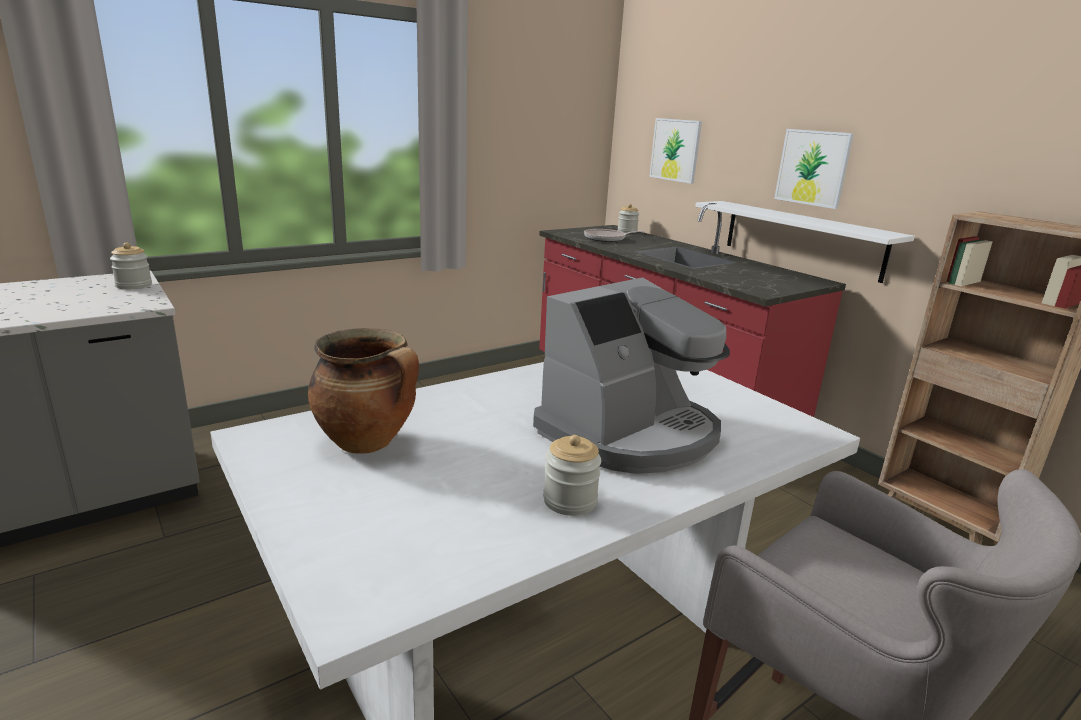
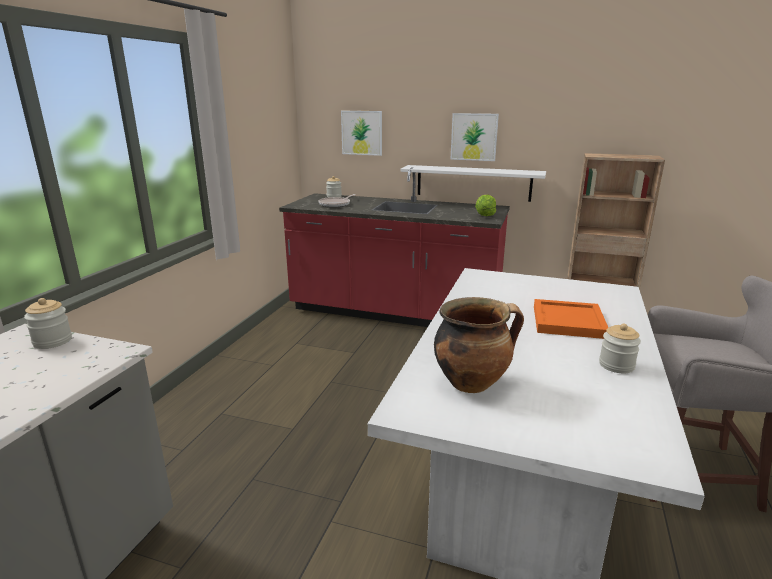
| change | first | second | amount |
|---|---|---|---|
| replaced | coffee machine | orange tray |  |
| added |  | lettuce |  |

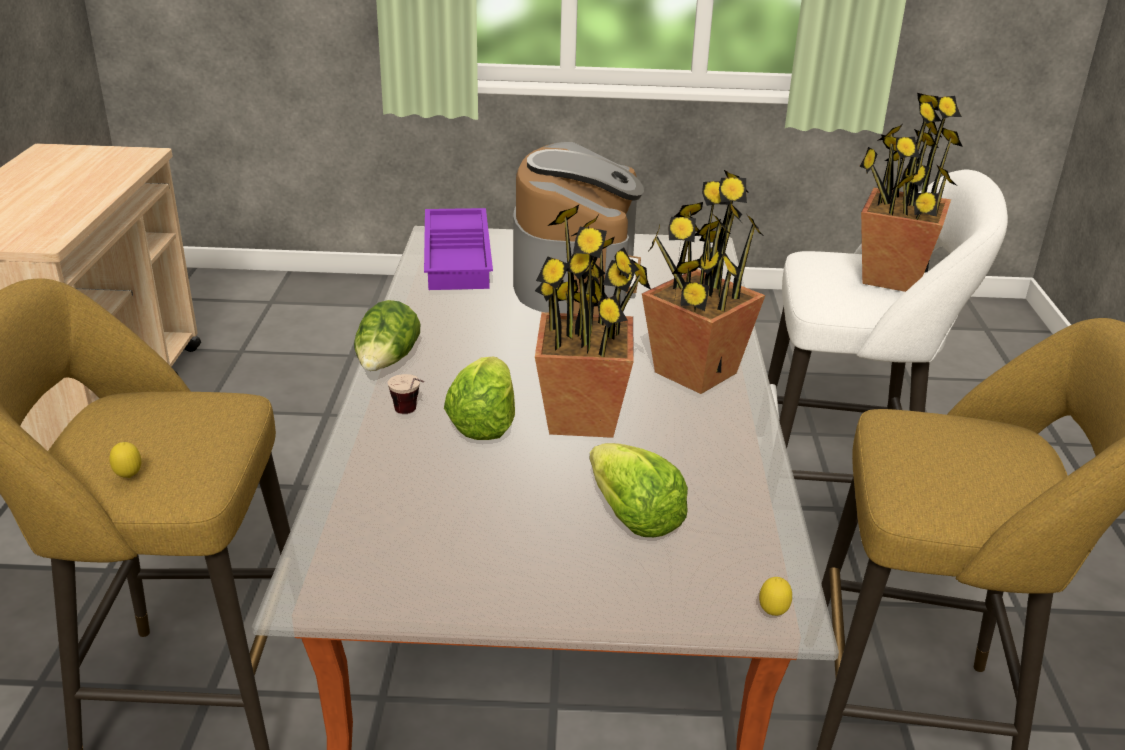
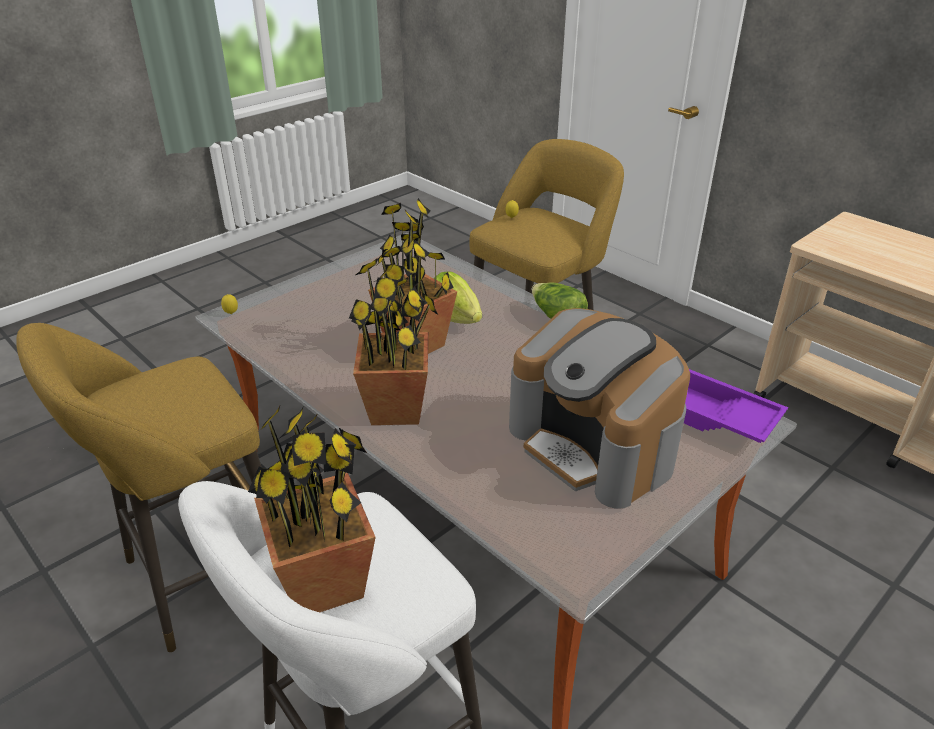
| change | first | second | amount |
|---|---|---|---|
| removed | cup |  |  |
| removed | lettuce (3rd from left) |  |  |

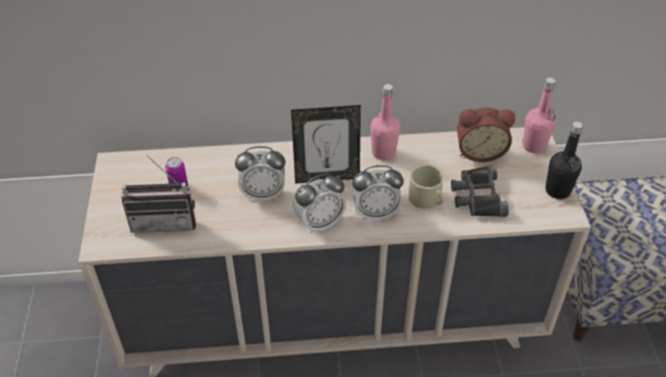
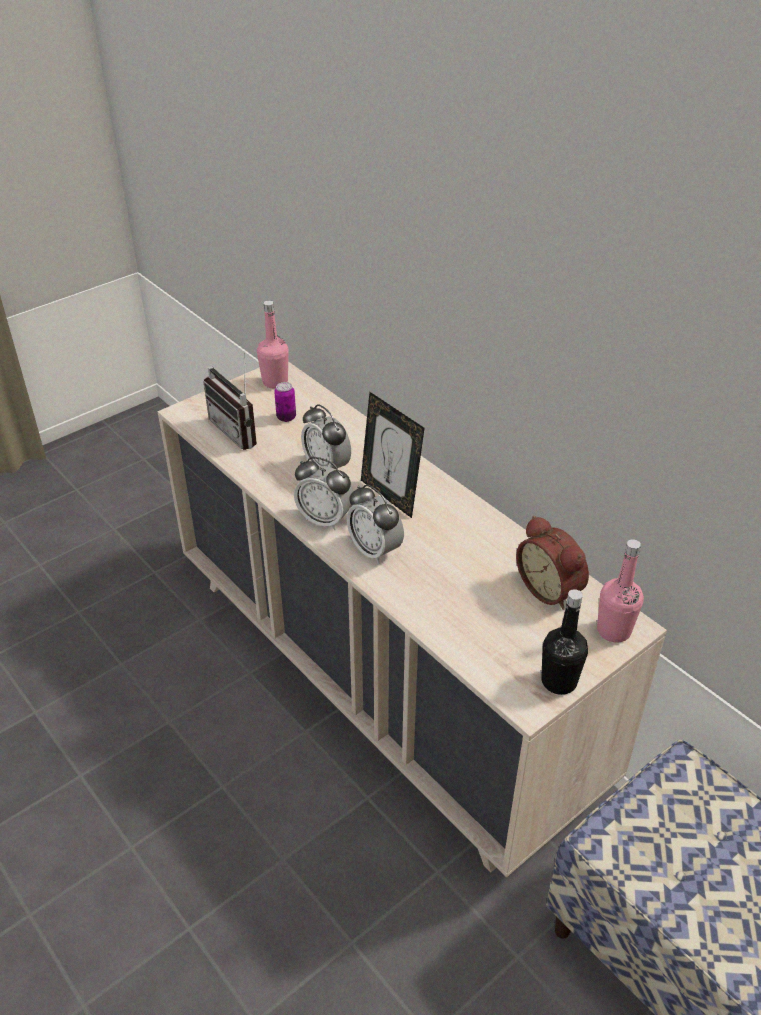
| change | first | second | amount |
|---|---|---|---|
| moved | pink bottle (1st from left) |  |  |
| removed | beige mug |  |  |
| removed | black binoculars |  |  |

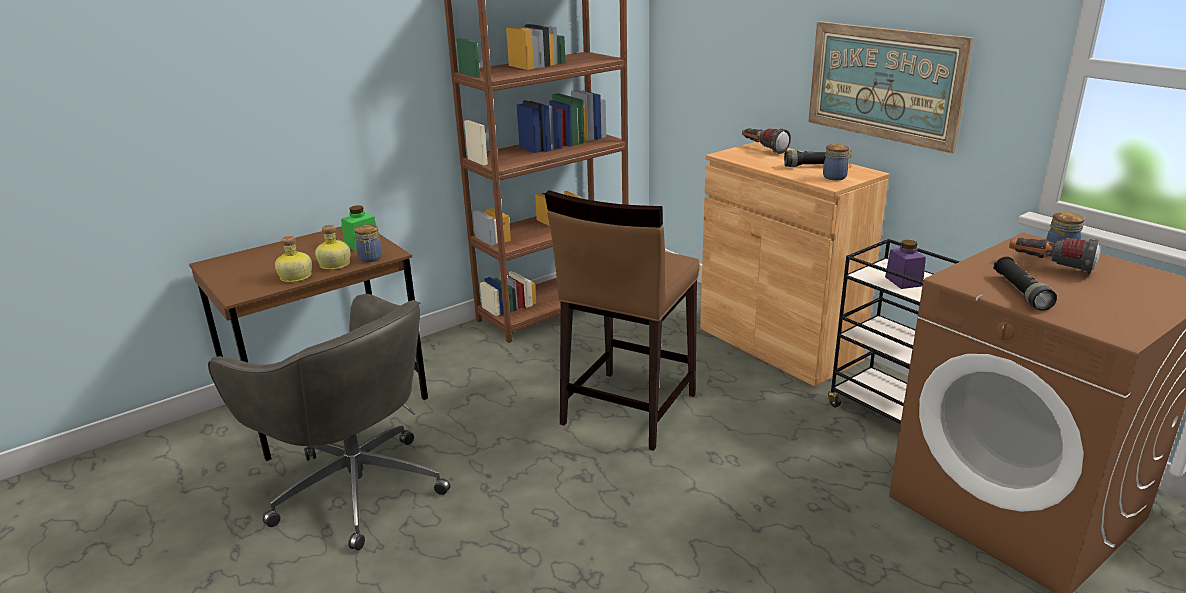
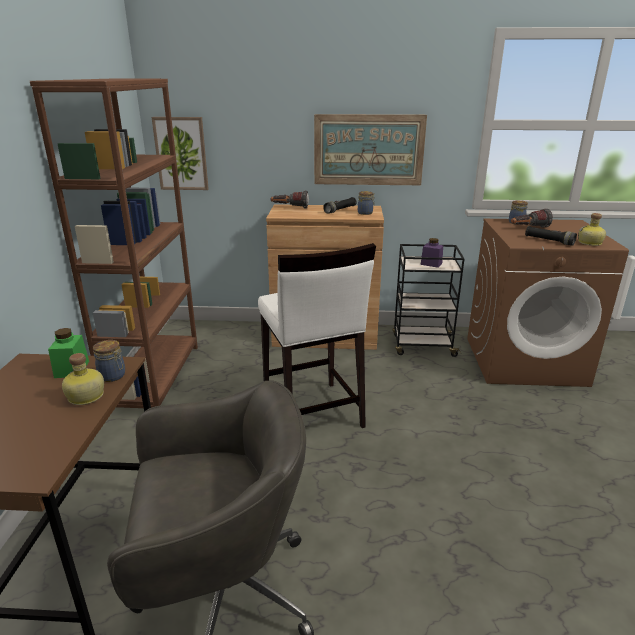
| change | first | second | amount |
|---|---|---|---|
| recoloured | brown stool | white stool |  |
| moved | bottle (1st from left in the first image) | bottle (2nd from left) |  |
| added |  | picture (1st from left) |  |

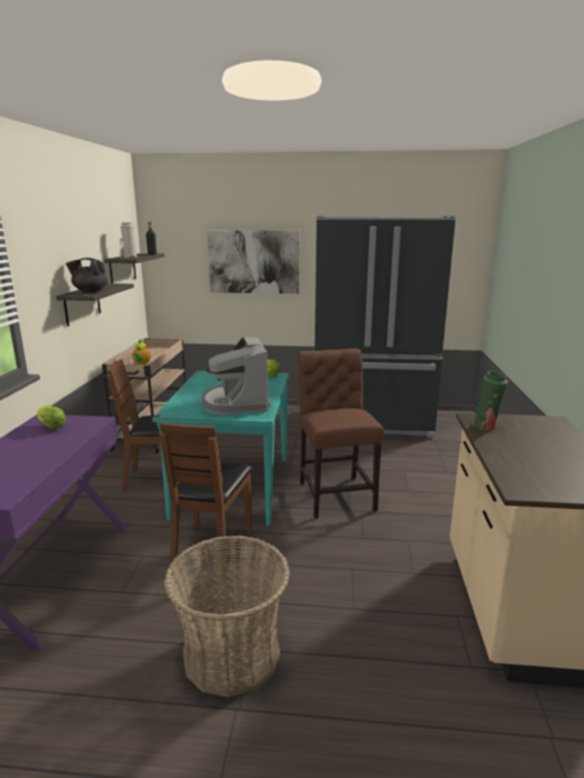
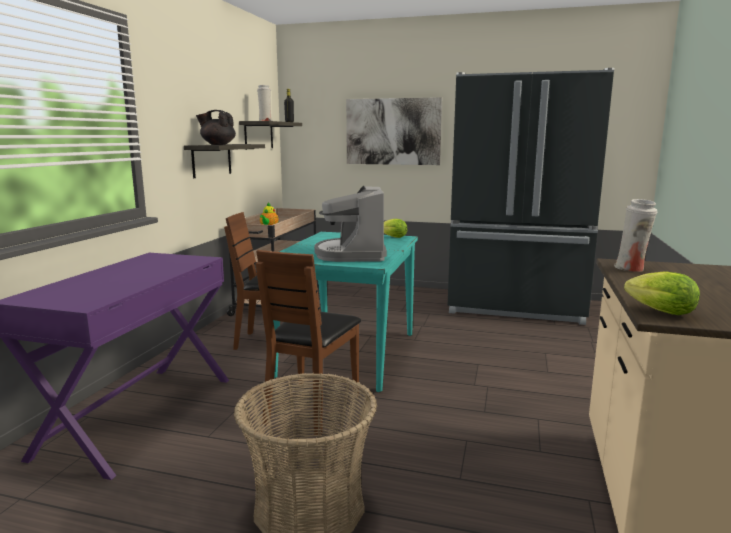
| change | first | second | amount |
|---|---|---|---|
| removed | brown chair (3rd from left) |  |  |
| recoloured | green vase | white vase (2nd from left) |  |
| moved | lettuce (1st from left in the first image) | lettuce (2nd from left) |  |

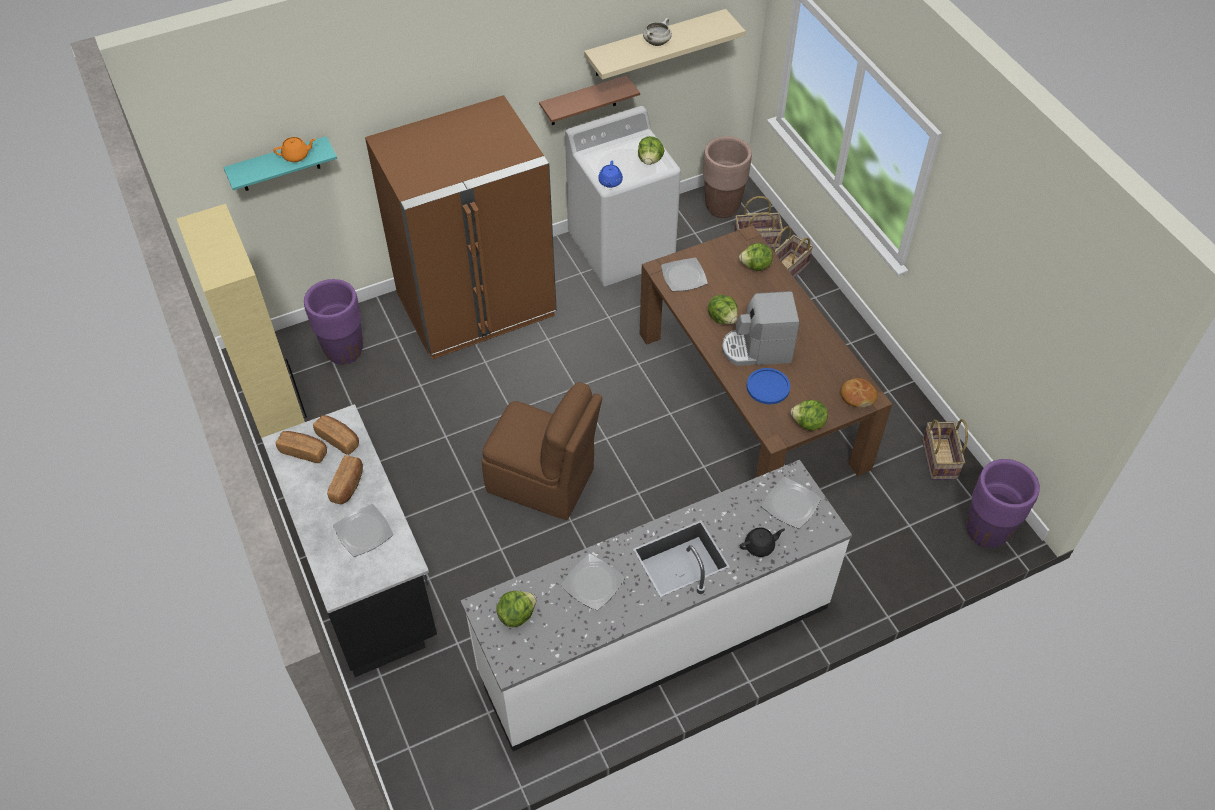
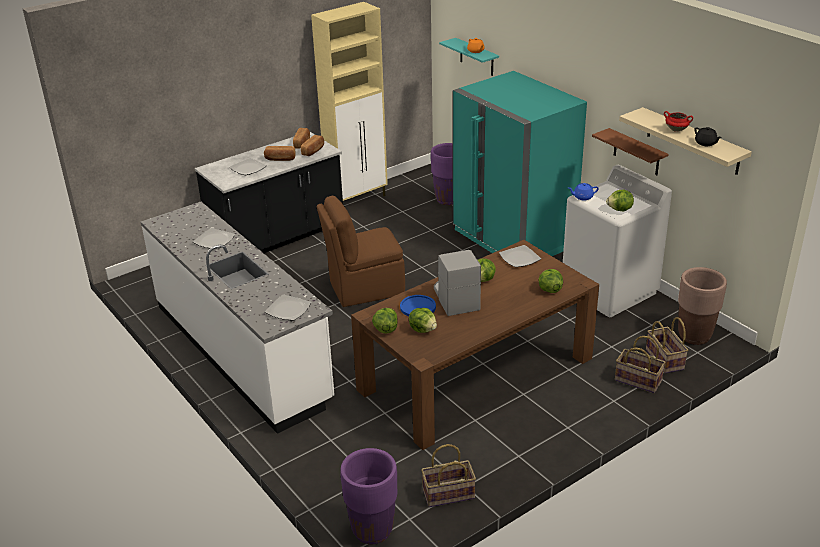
| change | first | second | amount |
|---|---|---|---|
| recoloured | white cooking pot | red cooking pot |  |
| recoloured | brown fridge | turquoise fridge |  |
| removed | bread (4th from left) |  |  |
| turned | brown chair |  | 60 degrees clockwise |
| moved | black teapot |  |  |
| moved | lettuce (1st from left in the first image) | lettuce (2nd from left) |  |

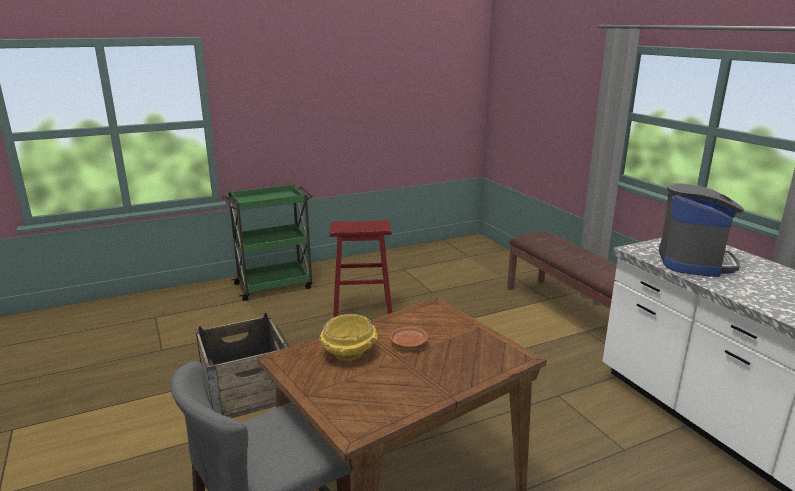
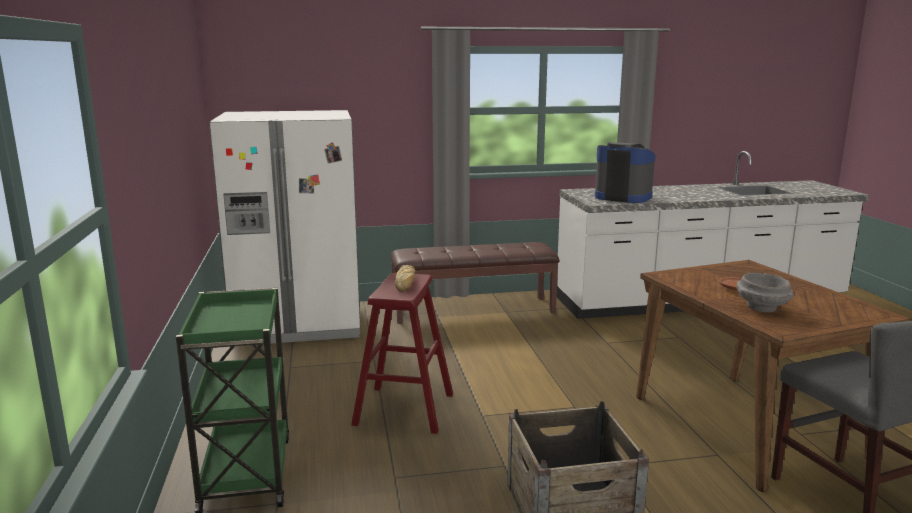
| change | first | second | amount |
|---|---|---|---|
| recoloured | yellow bowl | grey bowl |  |
| added |  | white fridge |  |
| added |  | bread |  |

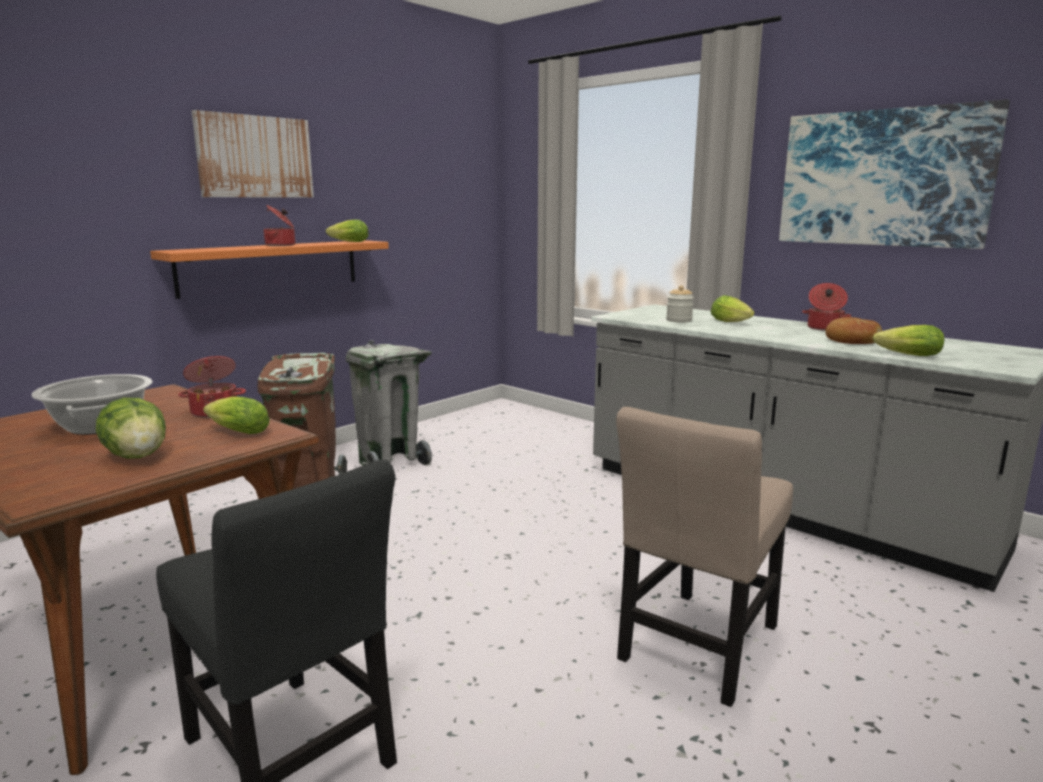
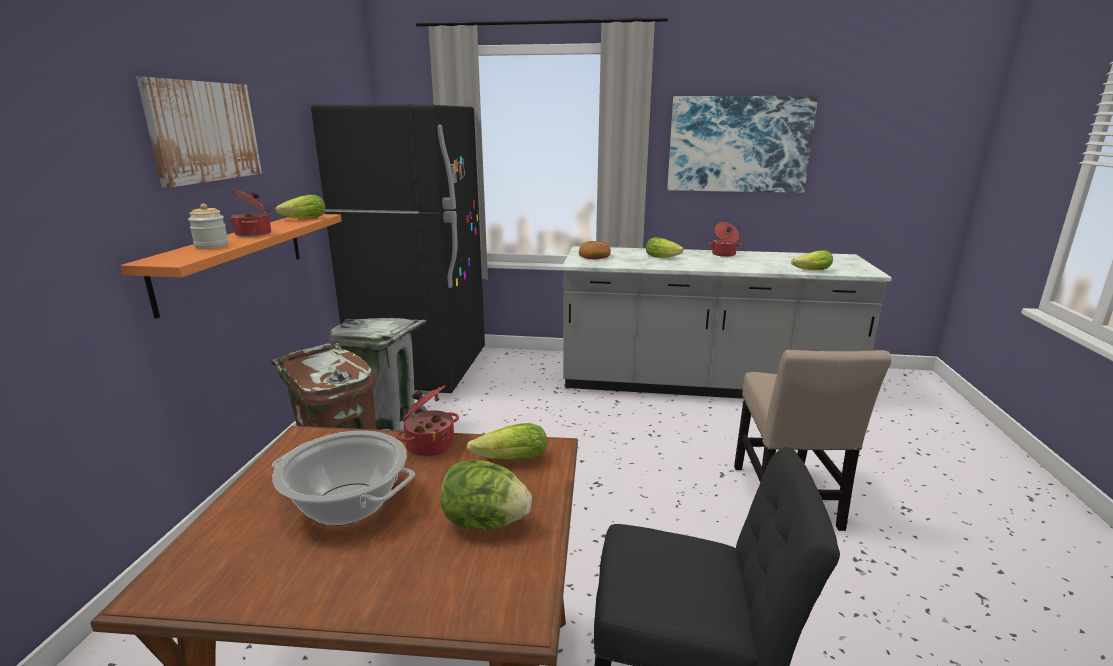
| change | first | second | amount |
|---|---|---|---|
| moved | jar |  |  |
| moved | bread |  |  |
| added |  | black fridge |  |

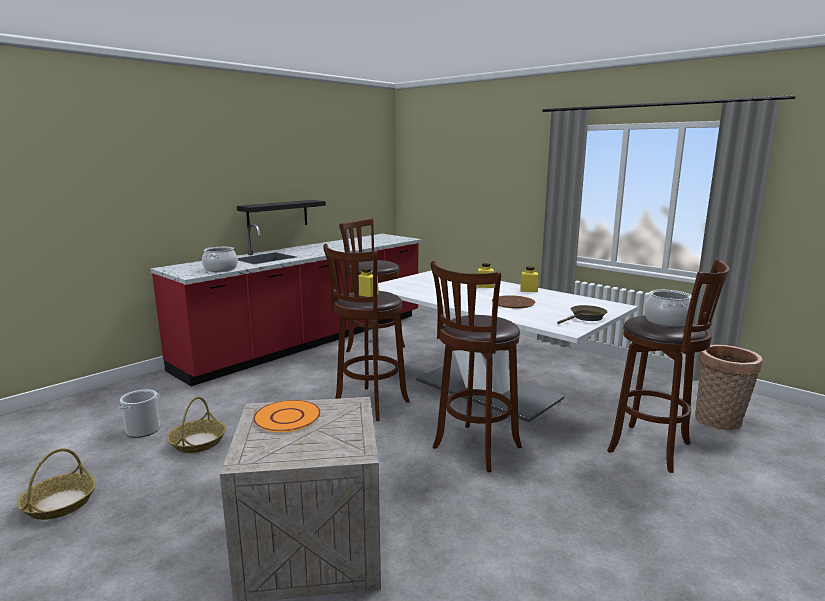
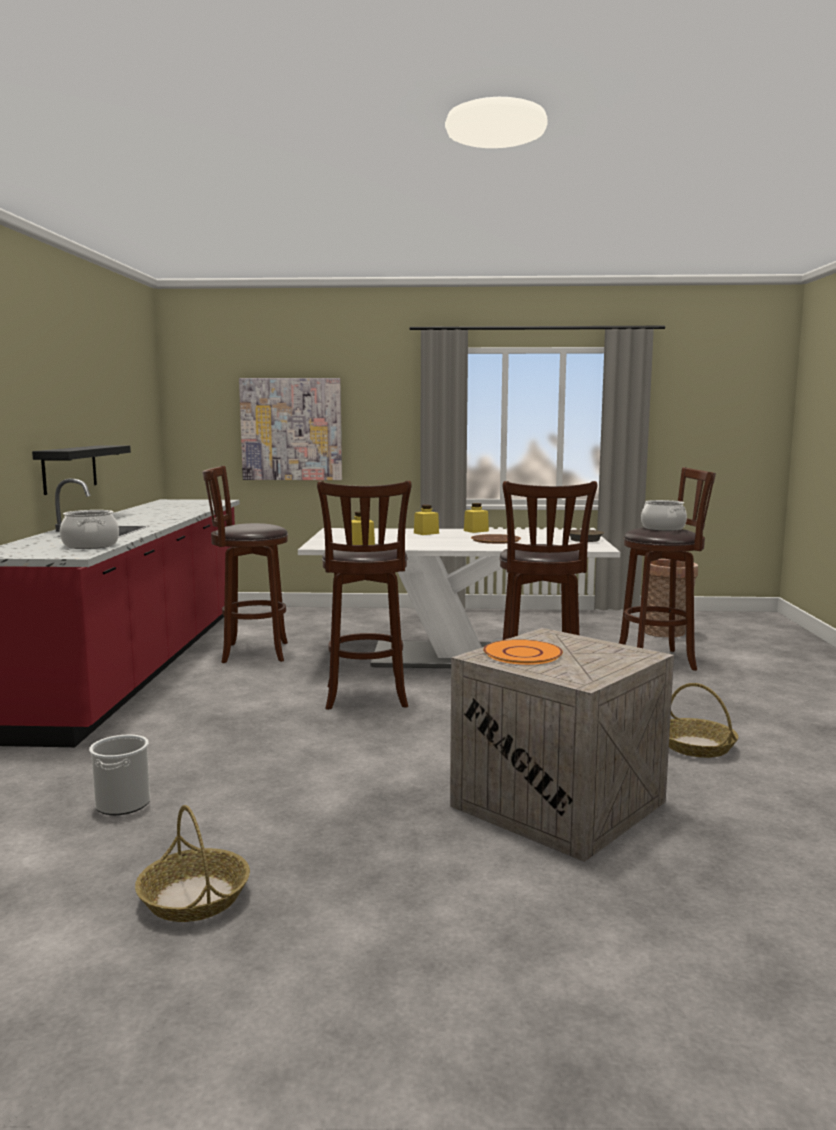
| change | first | second | amount |
|---|---|---|---|
| moved | basket (2nd from left in the first image) | basket (3rd from left) |  |
| added |  | picture |  |

